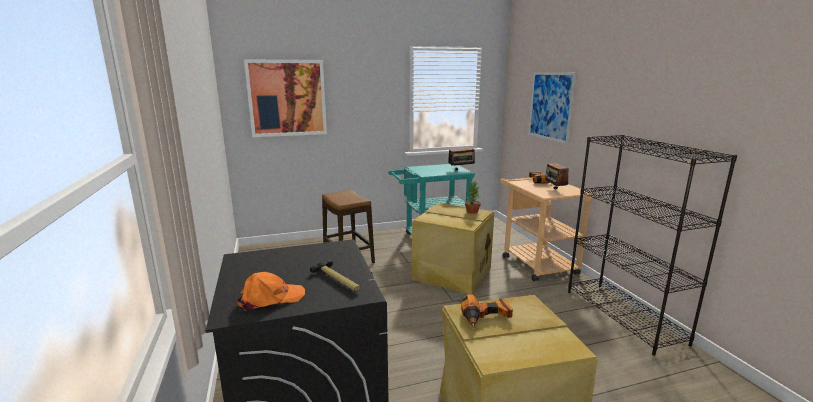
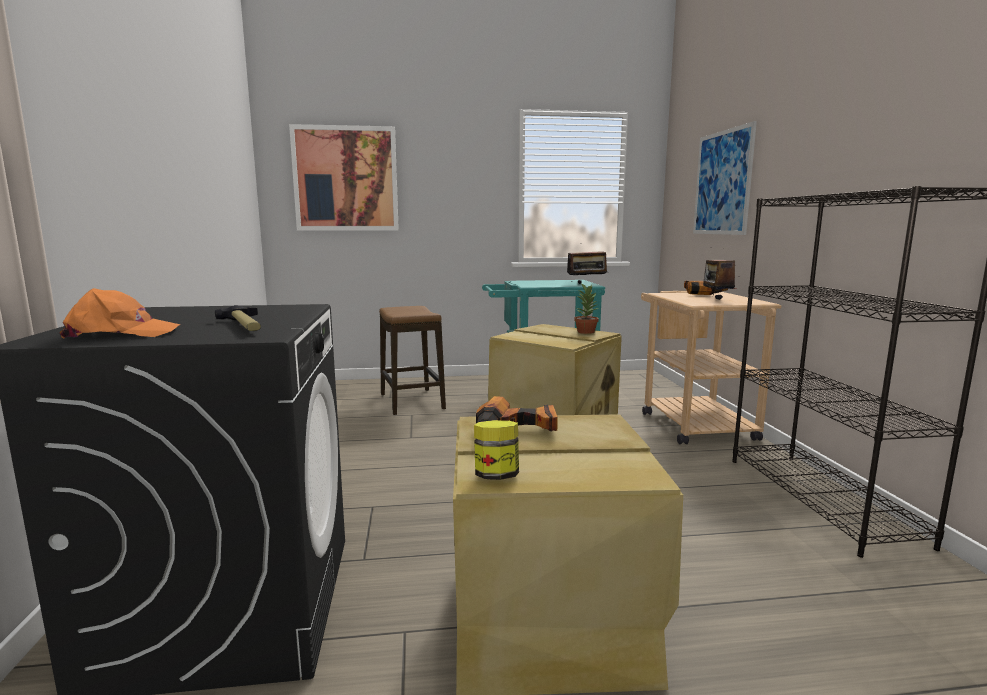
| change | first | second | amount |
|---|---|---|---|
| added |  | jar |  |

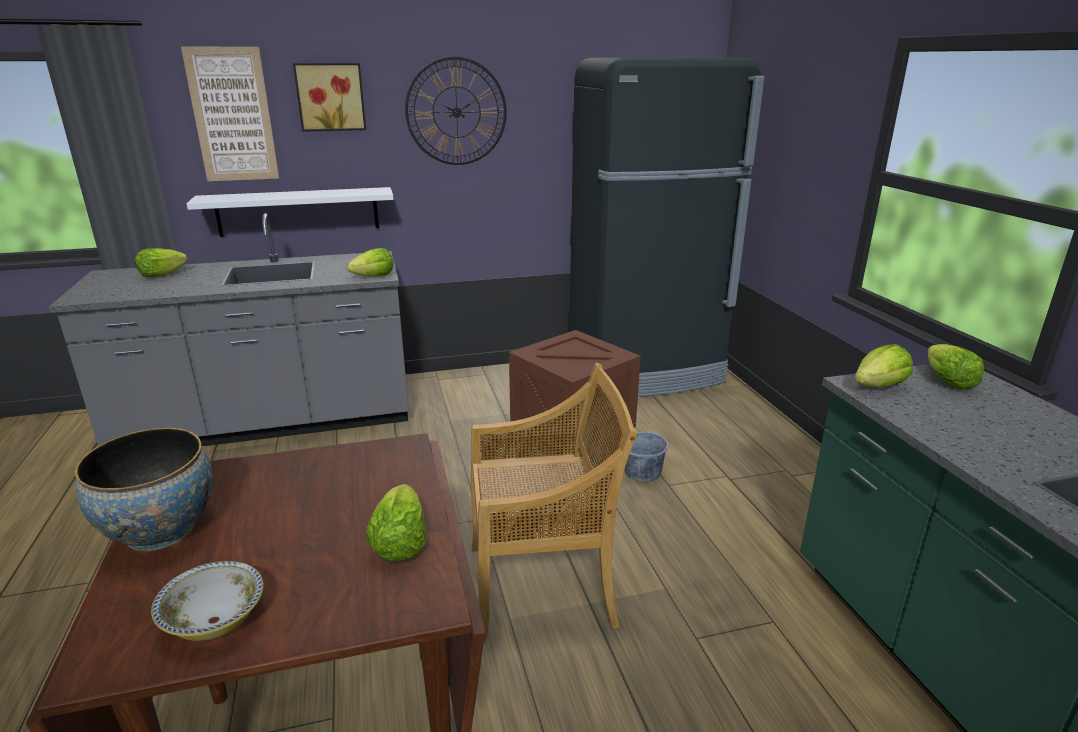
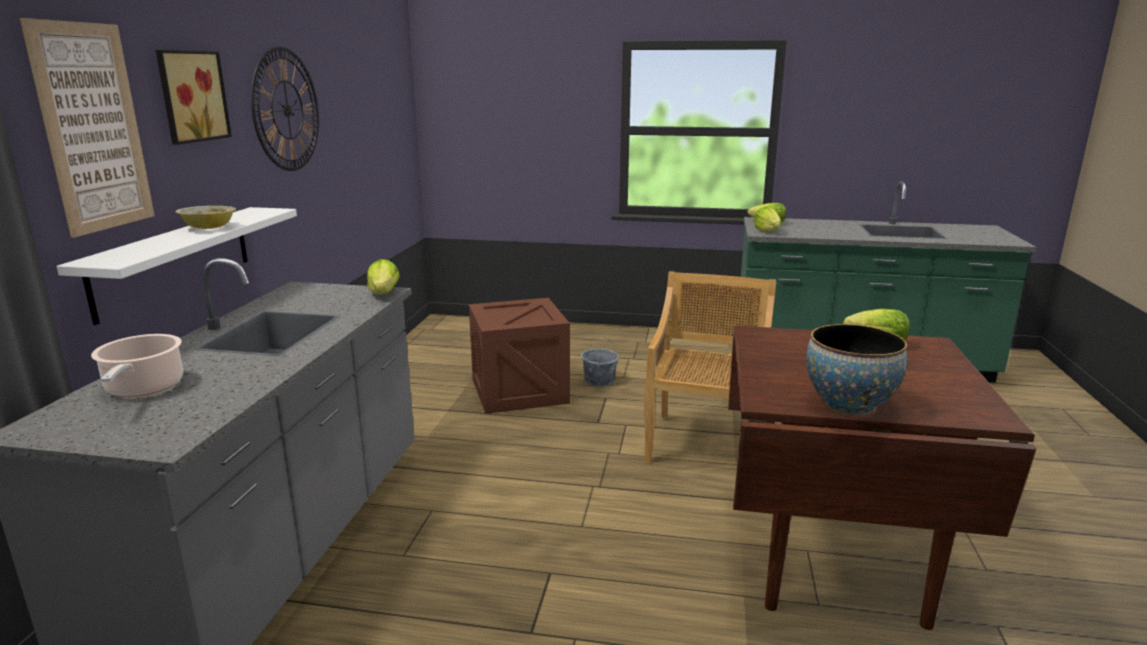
| change | first | second | amount |
|---|---|---|---|
| removed | black fridge |  |  |
| replaced | lettuce (1st from left) | cooking pot |  |
| moved | bowl (2nd from left in the first image) | bowl (1st from left) |  |

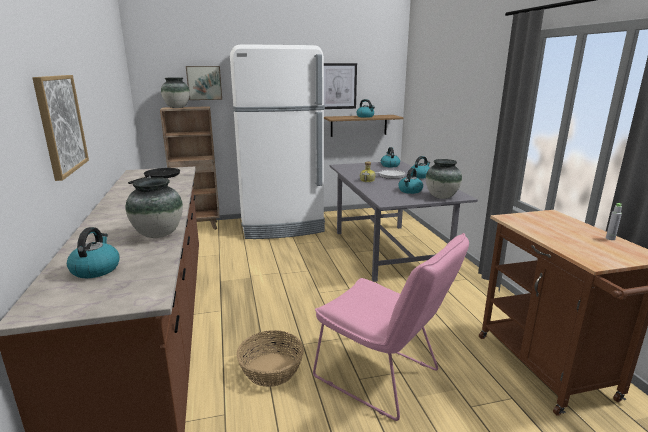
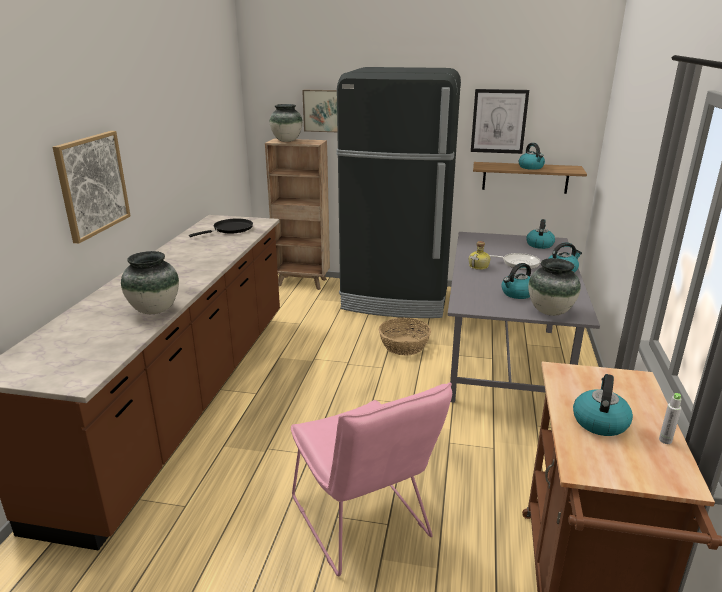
| change | first | second | amount |
|---|---|---|---|
| recoloured | white fridge | black fridge |  |
| moved | kettle (1st from left in the first image) | kettle (5th from left) |  |
| moved | basket |  |  |

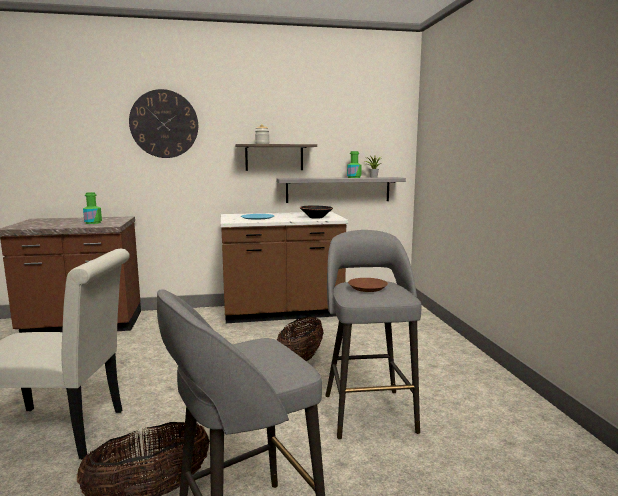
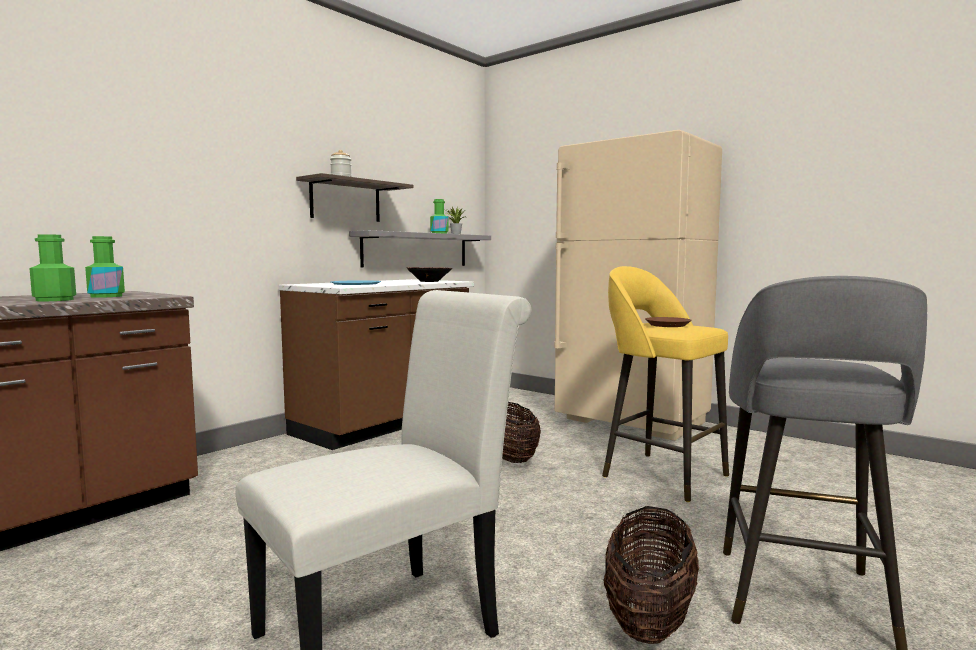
| change | first | second | amount |
|---|---|---|---|
| removed | wall clock |  |  |
| recoloured | grey stool (2nd from left) | yellow stool |  |
| added |  | beige fridge |  |
| added |  | green bottle (1st from left) |  |

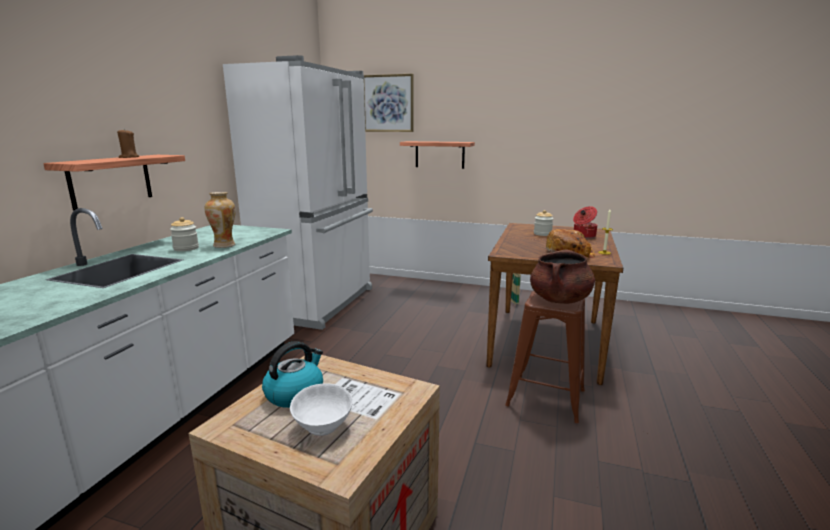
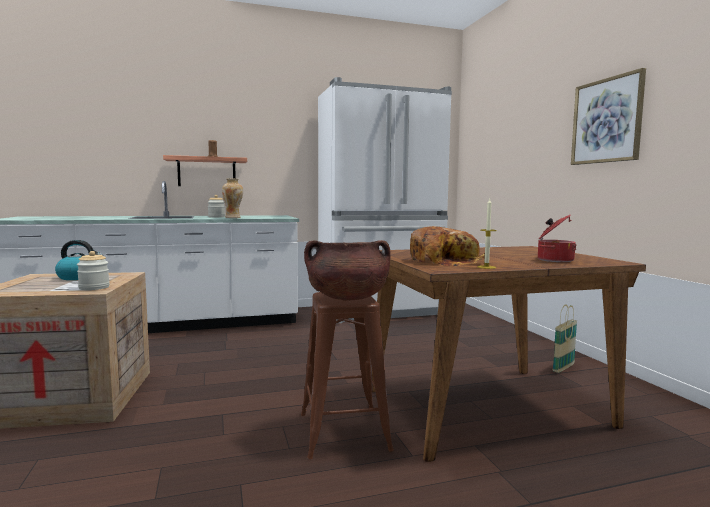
| change | first | second | amount |
|---|---|---|---|
| moved | picture |  |  |
| removed | shelf (2nd from left) |  |  |
| moved | jar (2nd from left in the first image) | jar (1st from left) |  |
| removed | white bowl |  |  |

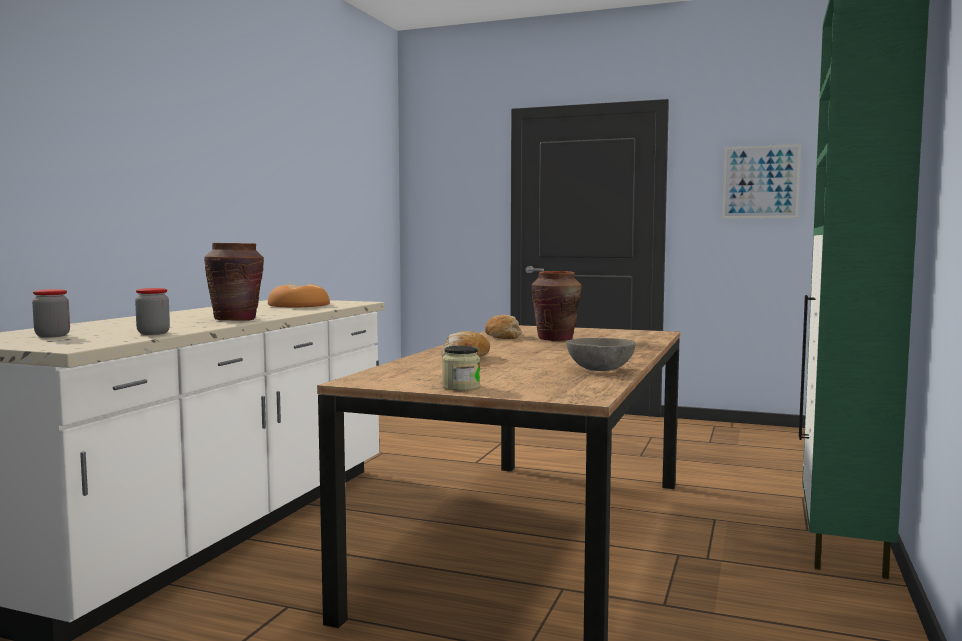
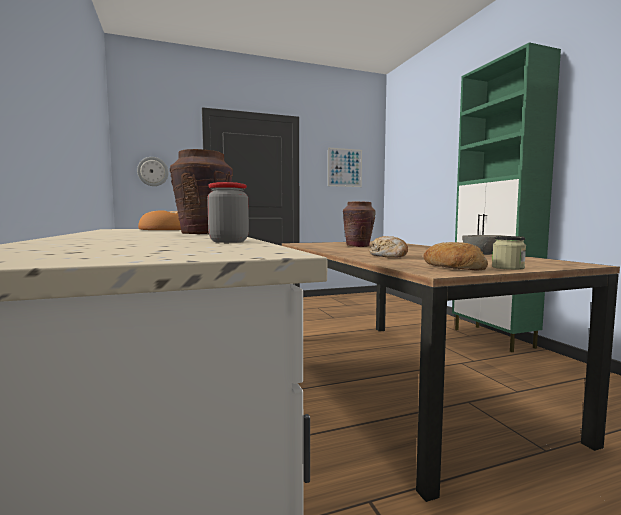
| change | first | second | amount |
|---|---|---|---|
| removed | jar (1st from left) |  |  |
| moved | bread (3rd from left) |  |  |
| added |  | wall clock |  |

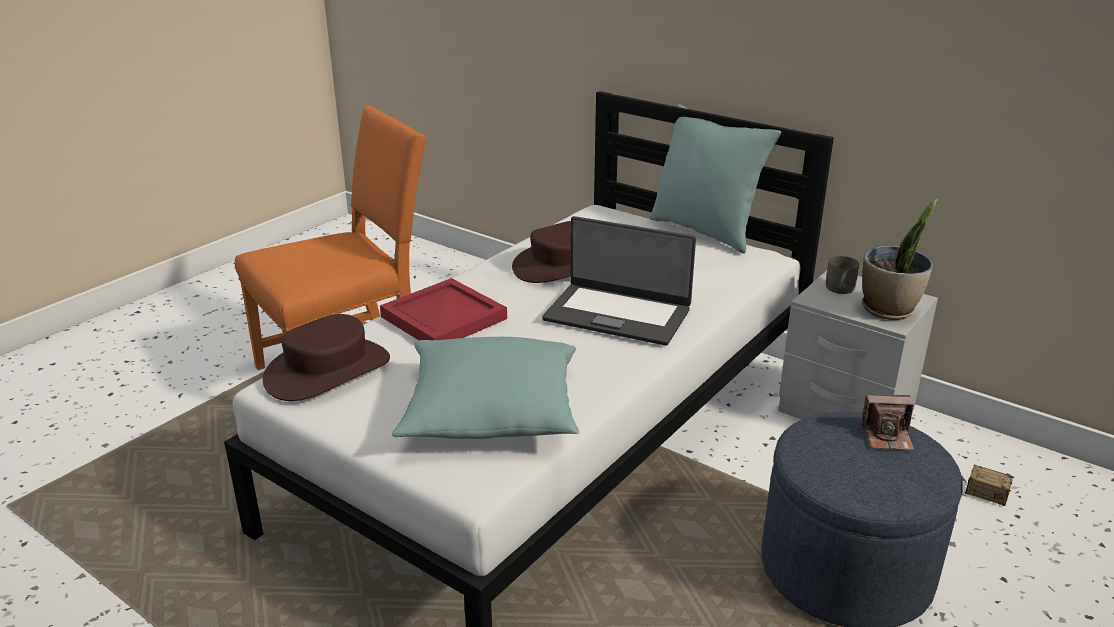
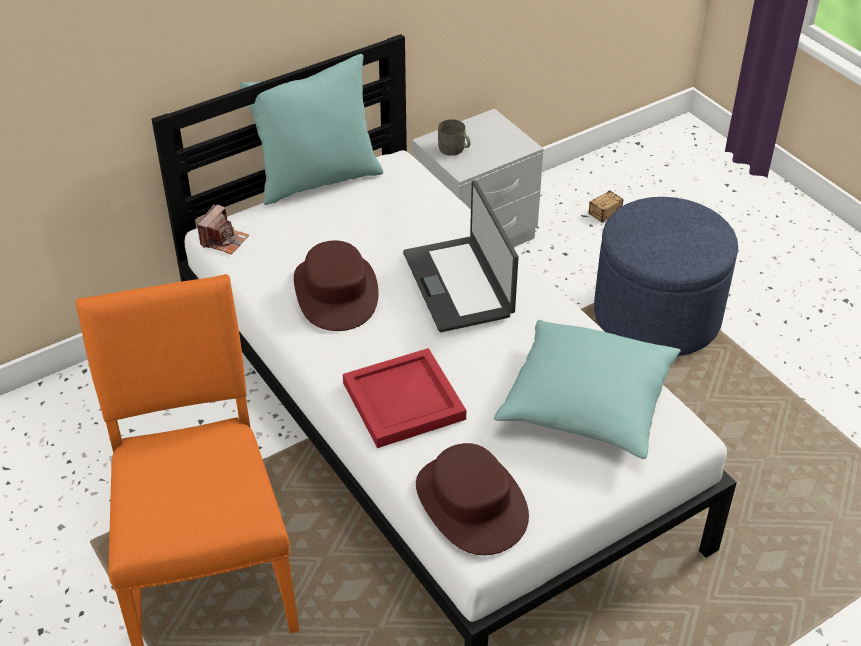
| change | first | second | amount |
|---|---|---|---|
| removed | potted plant |  |  |
| turned | laptop |  | 120 degrees clockwise |
| moved | photo camera |  |  |

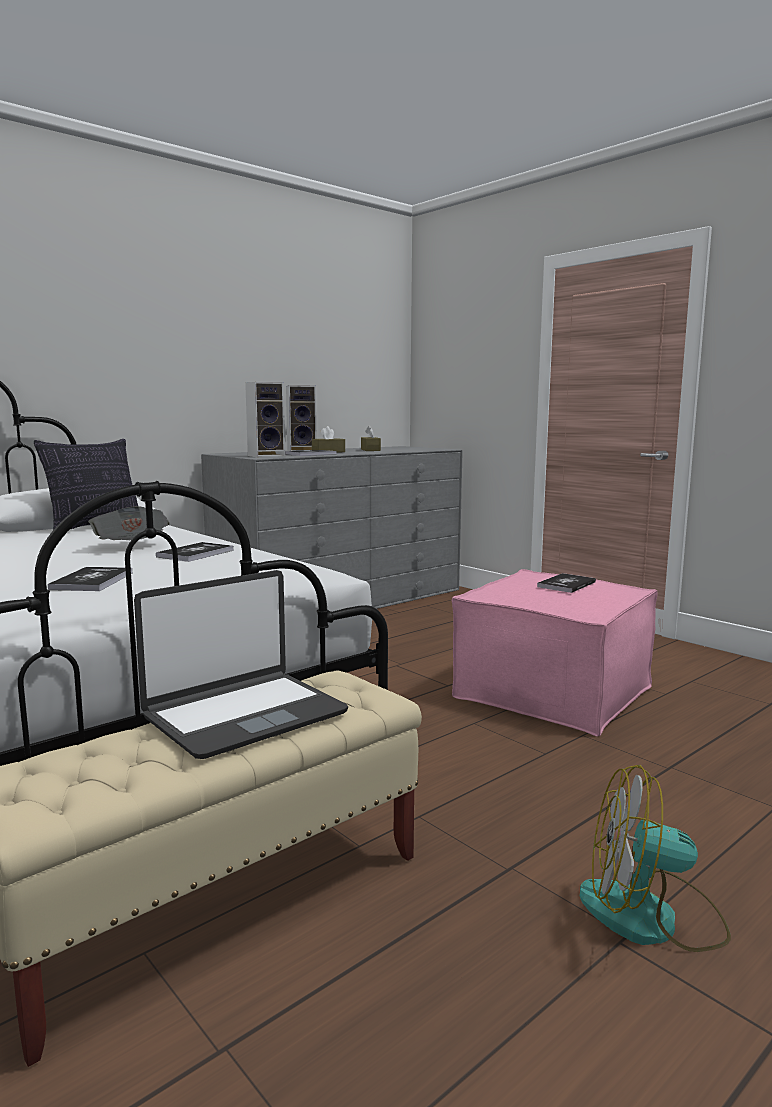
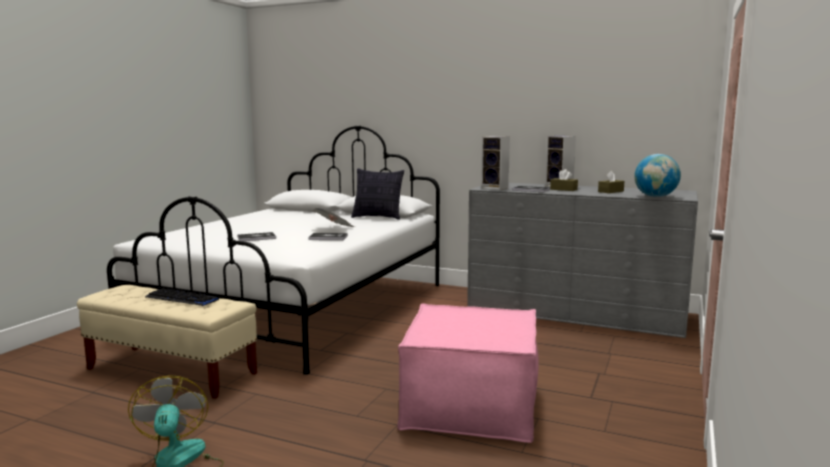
| change | first | second | amount |
|---|---|---|---|
| replaced | laptop | keyboard |  |
| removed | book (4th from left) |  |  |
| added |  | globe |  |

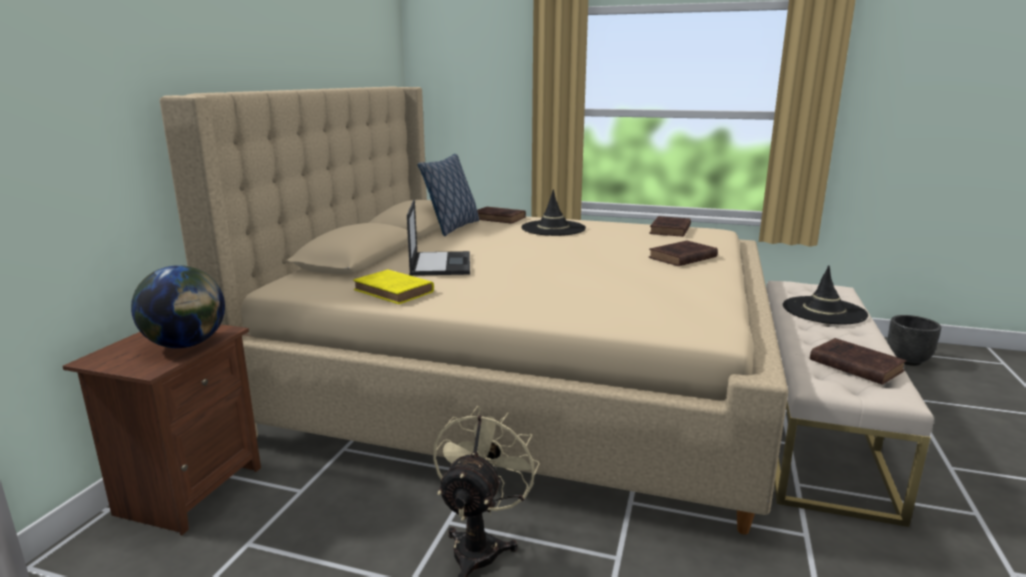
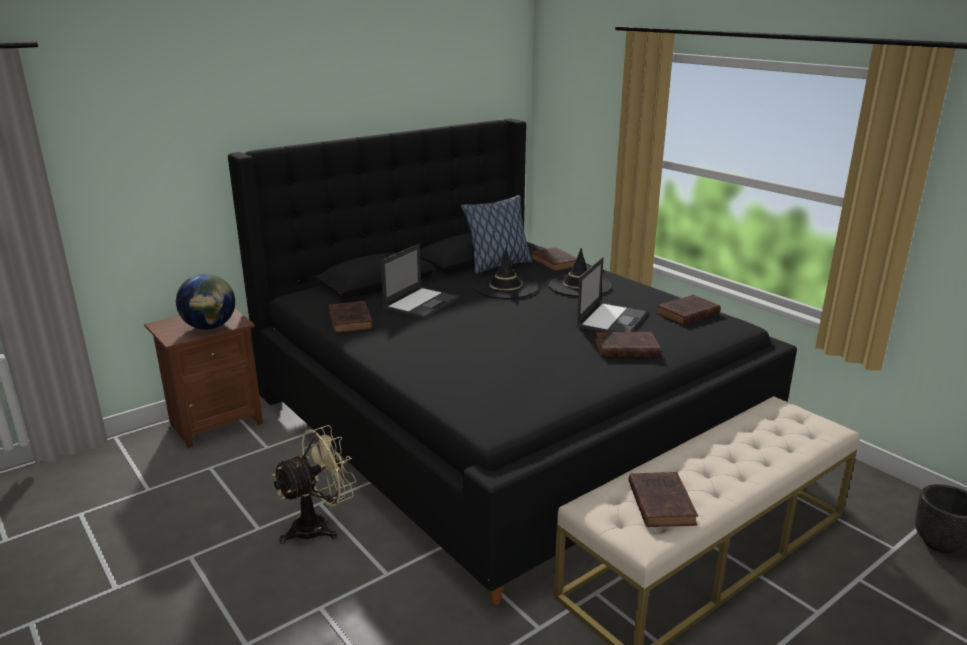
| change | first | second | amount |
|---|---|---|---|
| recoloured | beige bed | black bed |  |
| moved | black hat (2nd from left in the first image) | black hat (1st from left) |  |
| recoloured | yellow book | brown book (1st from left) |  |
| added |  | laptop (2nd from left) |  |

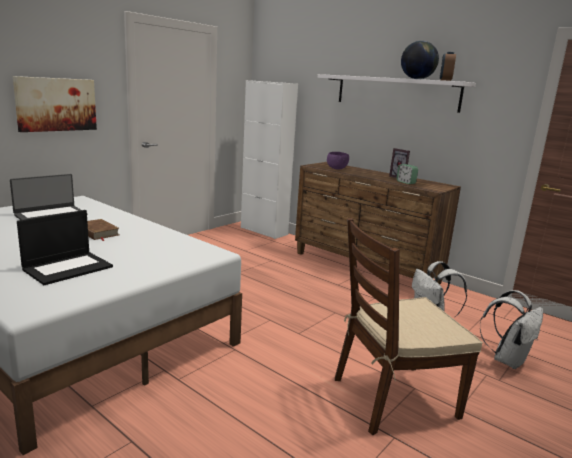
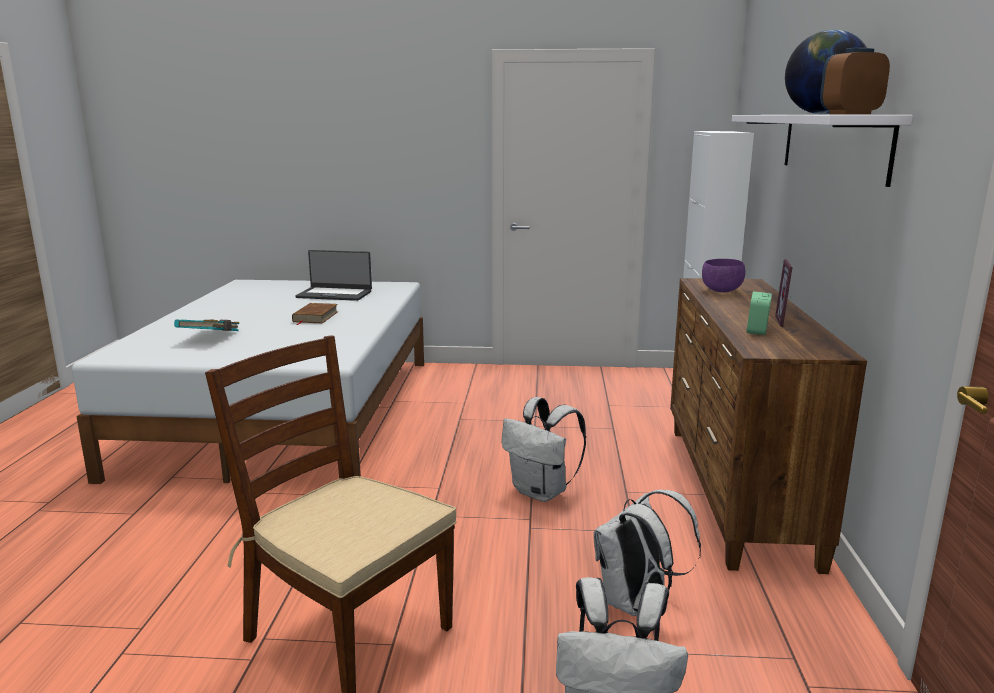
| change | first | second | amount |
|---|---|---|---|
| removed | picture |  |  |
| replaced | laptop (2nd from left) | turquoise book |  |
| added |  | white backpack (1st from left) |  |

